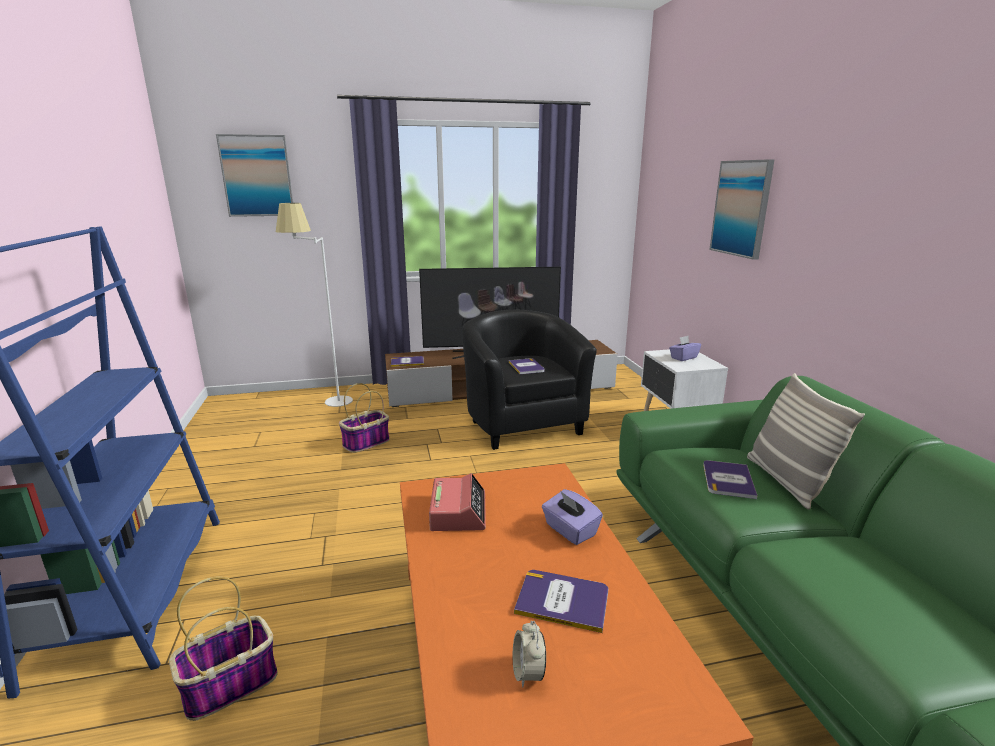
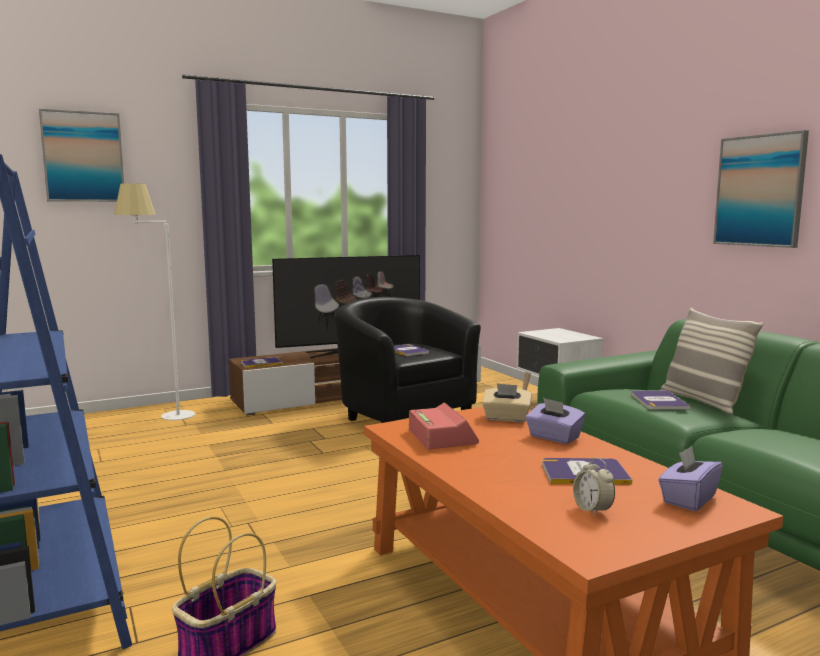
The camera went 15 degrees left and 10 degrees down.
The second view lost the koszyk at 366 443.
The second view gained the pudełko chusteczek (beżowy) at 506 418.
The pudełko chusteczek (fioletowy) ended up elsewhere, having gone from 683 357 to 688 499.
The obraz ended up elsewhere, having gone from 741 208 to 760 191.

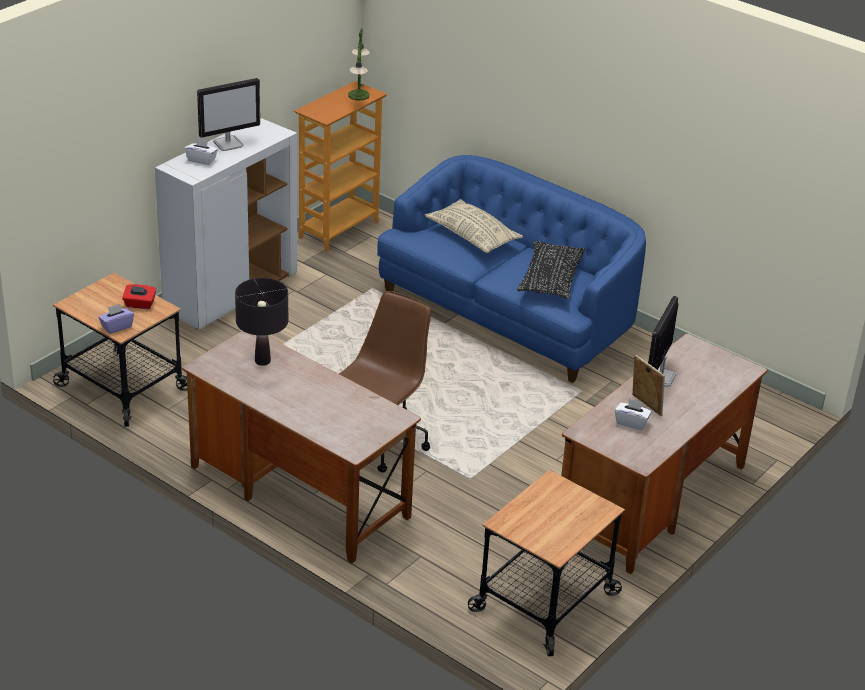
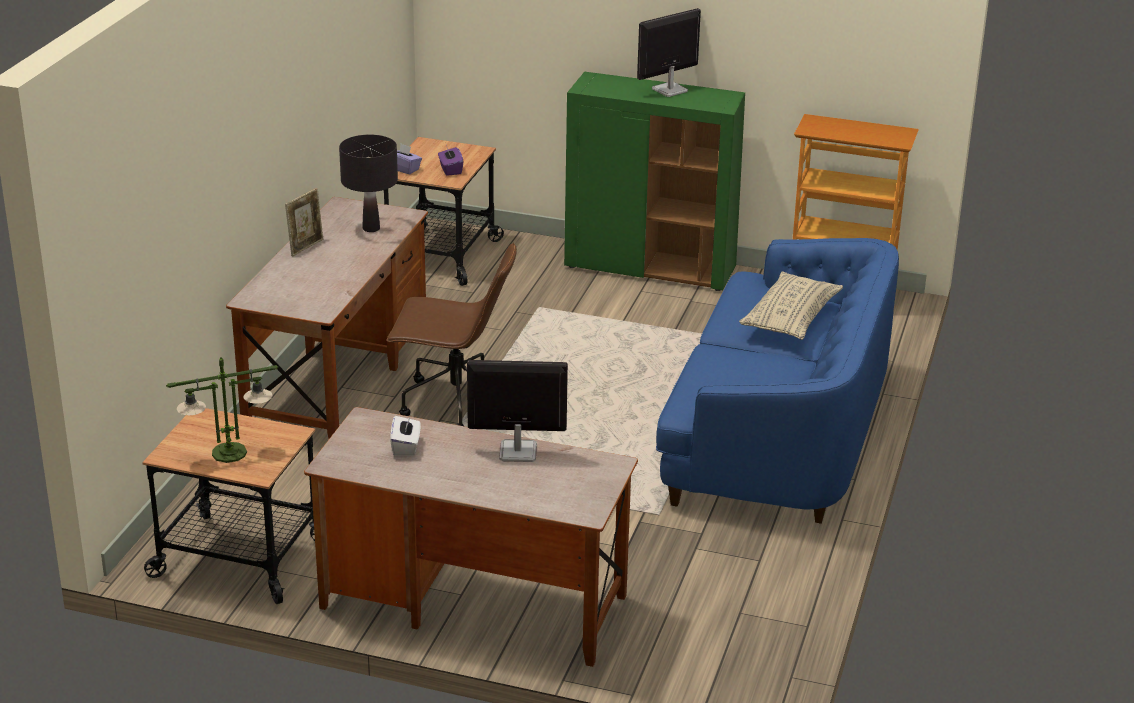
The camera went 70 degrees right and 5 degrees down.
The second view lost the pudełko chusteczek (biały) at 201 160.
The second view lost the poduszka (czarny) at 550 279.
The lampa stołowa ended up elsewhere, having gone from 358 95 to 228 453.
The ramka na zdjęcie ended up elsewhere, having gone from 645 405 to 306 247.
What was the pudełko chusteczek (czerwony) at 139 304 turned into the pudełko chusteczek (fioletowy) at 450 170.
What was the szafka (biały) at 231 293 turned into the szafka (zielony) at 651 268.
The monitor at 228 144 ended up facing another way, 105 degrees clockwise from before.

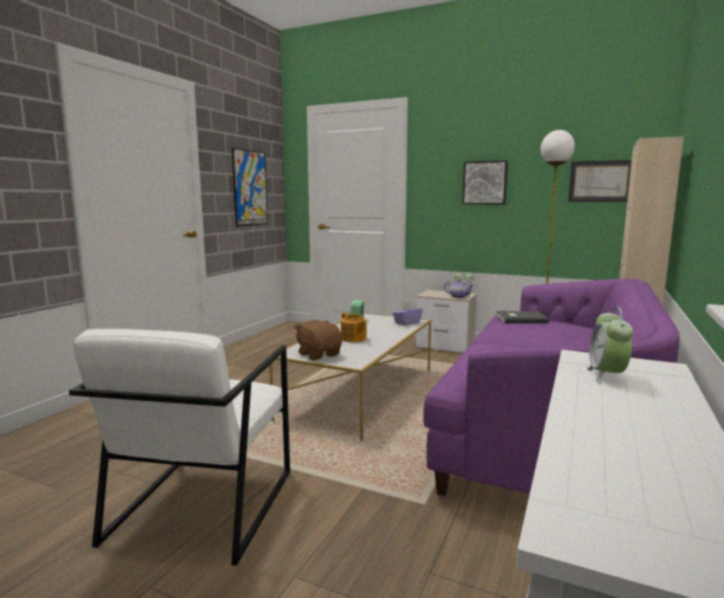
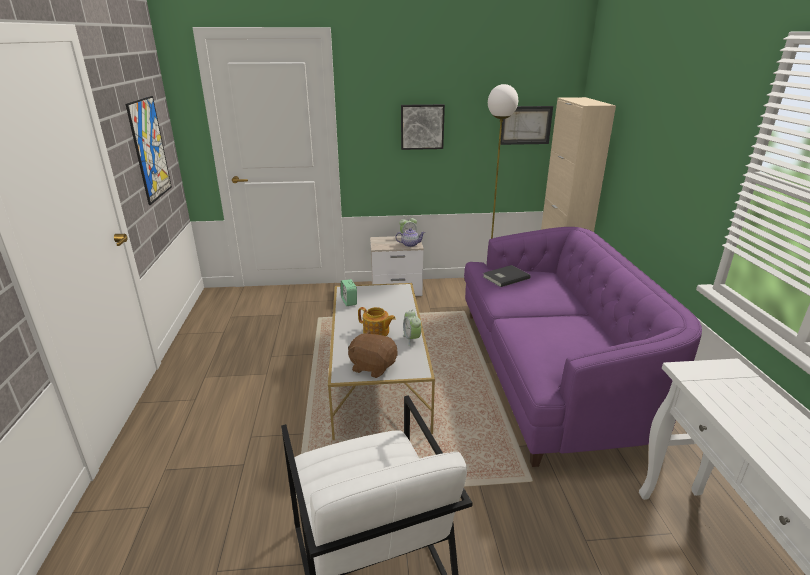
The camera went 30 degrees left and 15 degrees up.
The second view lost the pudełko chusteczek (fioletowy) at 407 322.
The budzik ended up elsewhere, having gone from 606 376 to 411 339.

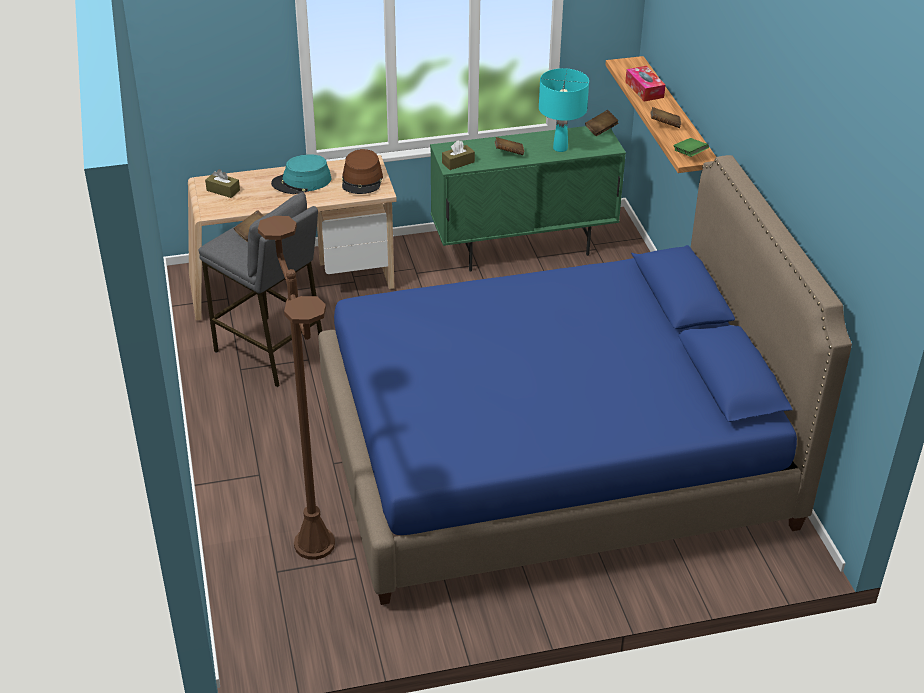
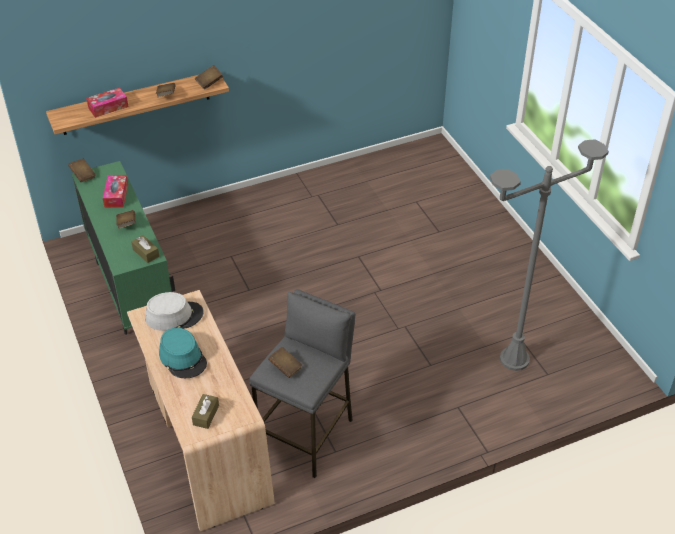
The camera went 100 degrees left and 5 degrees up.
The second view lost the łóżko (niebieski) at 552 459.
Where the lampa stołowa (turkusowy) stood at 560 148, the pudełko chusteczek came to stand at 116 195.
What was the lampa stojąca (brązowy) at 314 544 turned into the lampa stojąca (szary) at 514 359.
What was the kapelusz (brązowy) at 362 180 turned into the kapelusz (szary) at 174 316.
What was the książka (zielony) at 689 154 turned into the książka (brązowy) at 209 83.

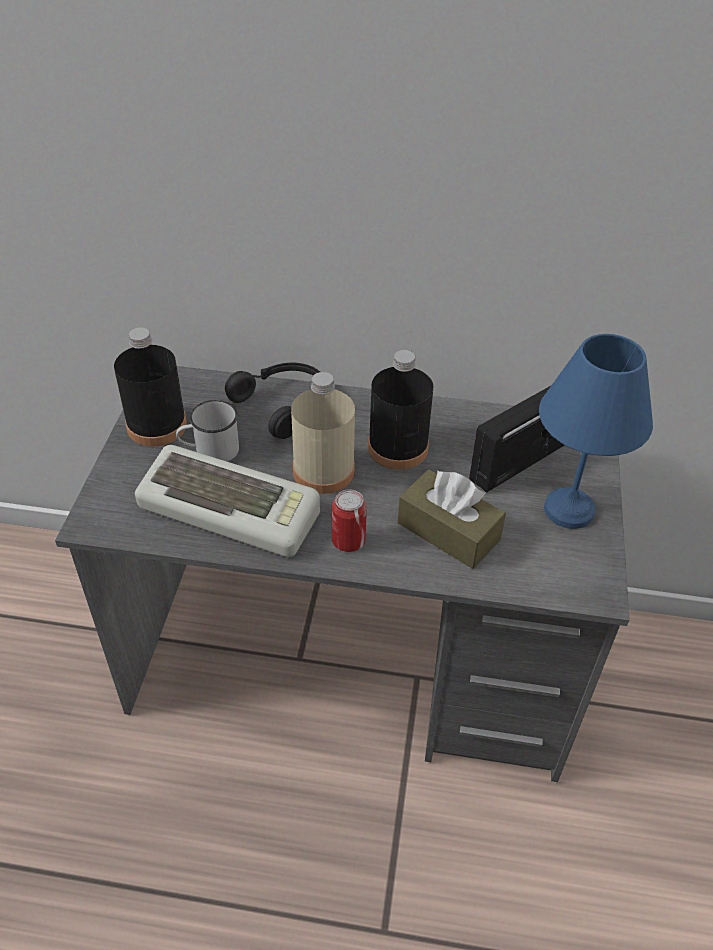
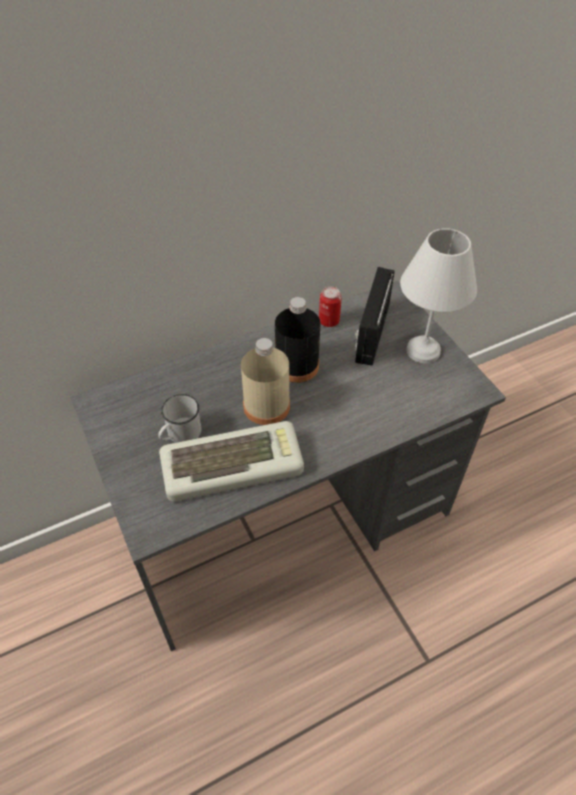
The camera went 35 degrees left and 5 degrees up.
The second view lost the butelka (czarny) at 157 425.
The second view lost the słuchawki (czarny) at 284 405.
The second view lost the pudełko chusteczek (brązowy) at 448 531.
The puszka ended up elsewhere, having gone from 348 541 to 329 321.
What was the lampa stołowa (niebieski) at 571 509 turned into the lampa stołowa (biały) at 423 349.

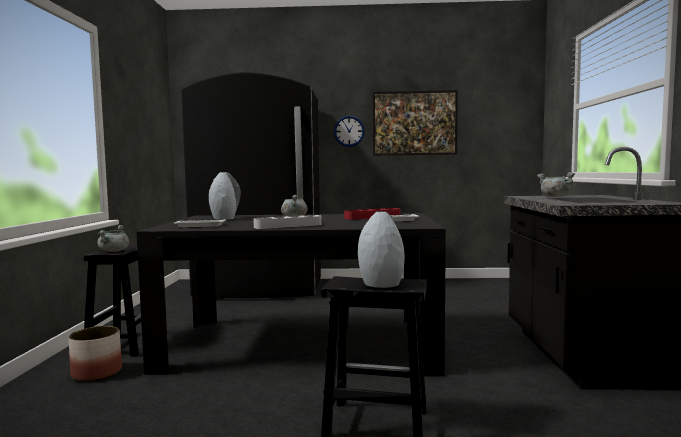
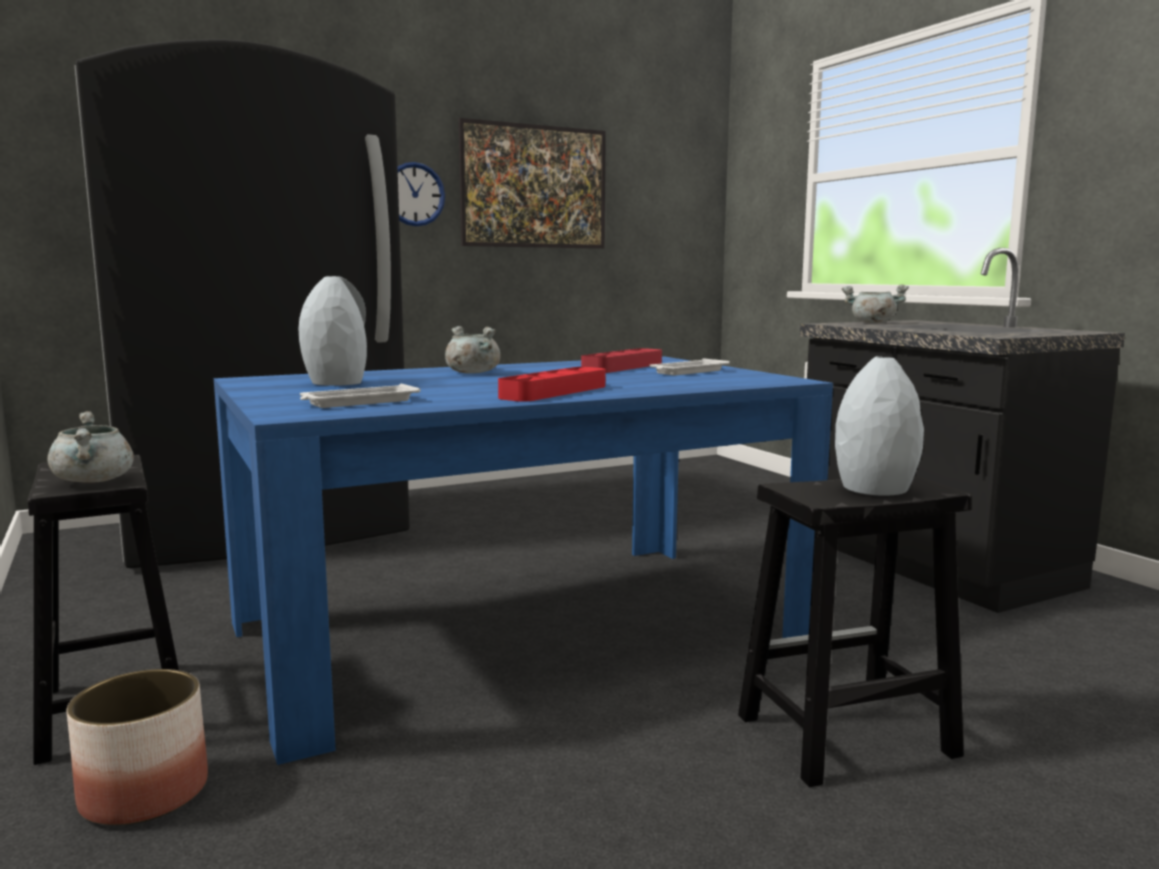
The camera went 30 degrees left and 5 degrees up.
What was the stół jadalny (czarny) at 301 344 turned into the stół jadalny (niebieski) at 521 627.
What was the taca (szary) at 288 226 turned into the taca (czerwony) at 554 392.

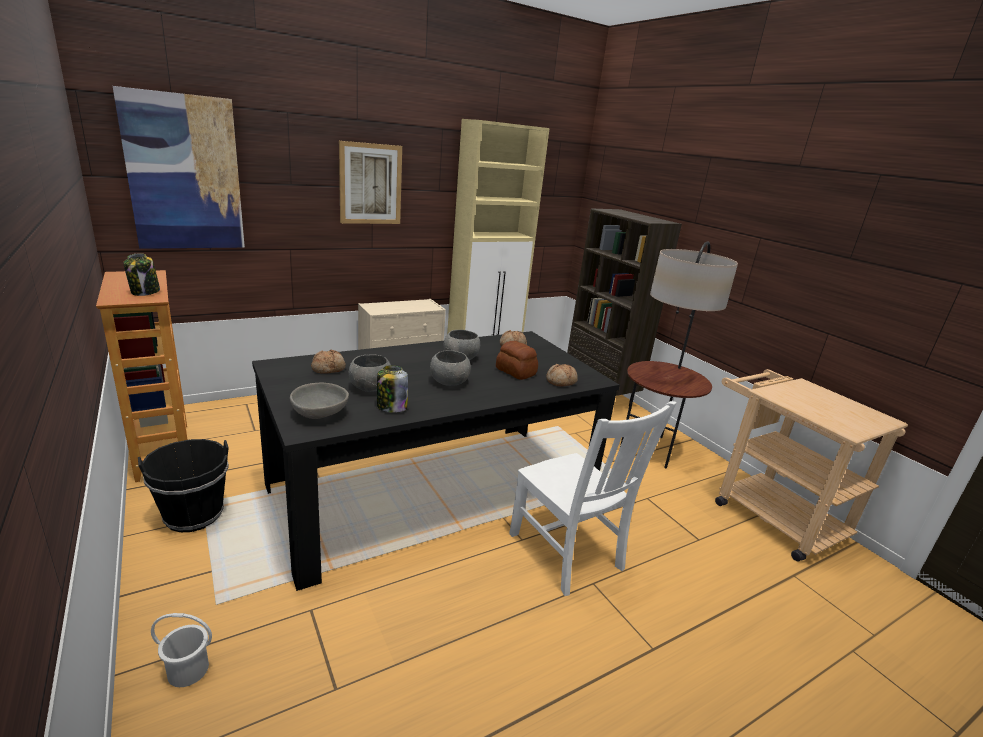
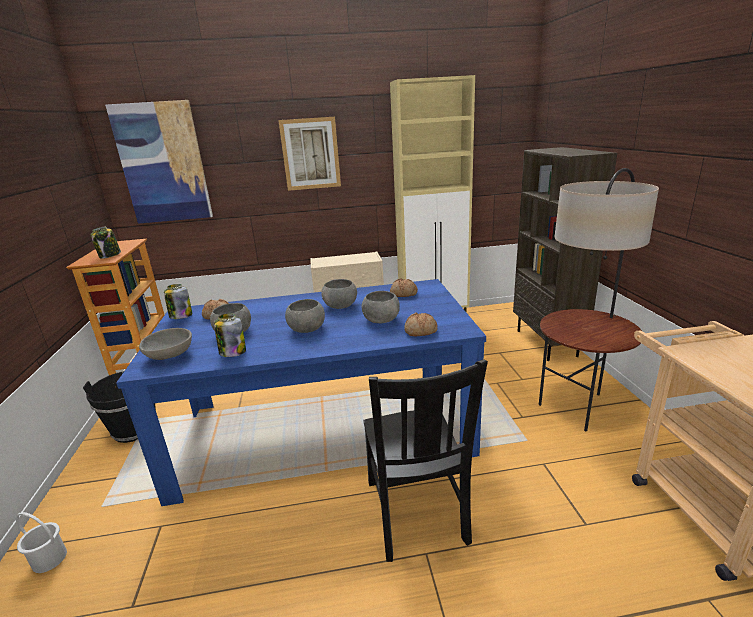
The camera went 25 degrees right and 0 degrees up.
The second view gained the słoik at 180 316.
Where the chleb stood at 515 372, the miska (szary) came to stand at 381 320.
What was the stół jadalny (czarny) at 433 491 turned into the stół jadalny (niebieski) at 323 430.
What was the krzesło (biały) at 568 553 turned into the krzesło (czarny) at 416 514.

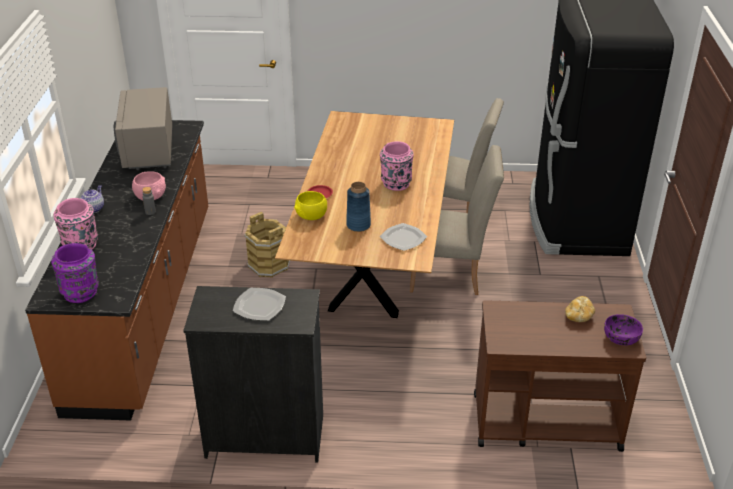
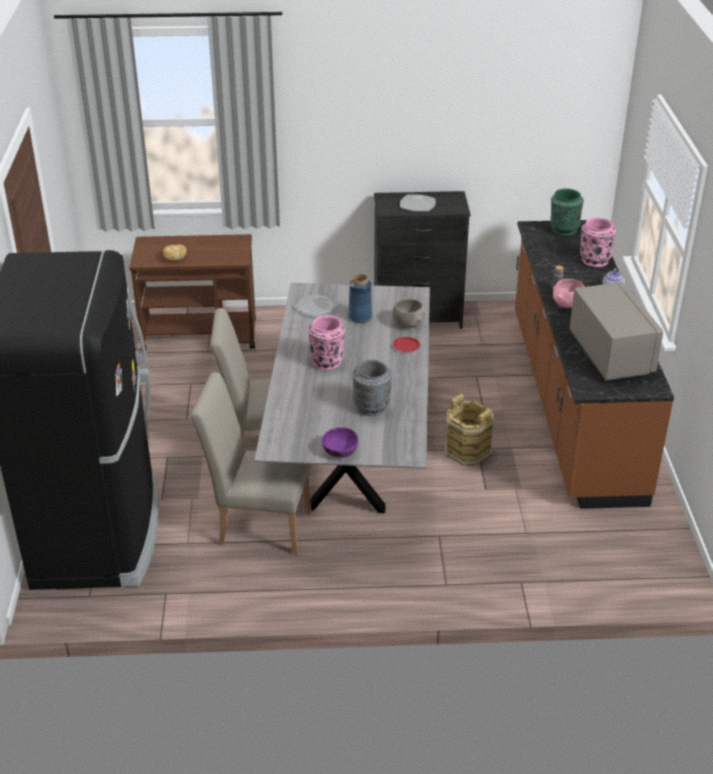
The camera went 175 degrees right and 0 degrees up.
The second view gained the wazon (szary) at 371 407.
The miska (fioletowy) ended up elsewhere, having gone from 621 338 to 339 451.
What was the wazon (fioletowy) at 81 293 turned into the wazon (zielony) at 563 230.
What was the stół jadalny (brązowy) at 374 266 turned into the stół jadalny (szary) at 351 456.
What was the miska (żółty) at 311 216 turned into the miska (szary) at 408 323.

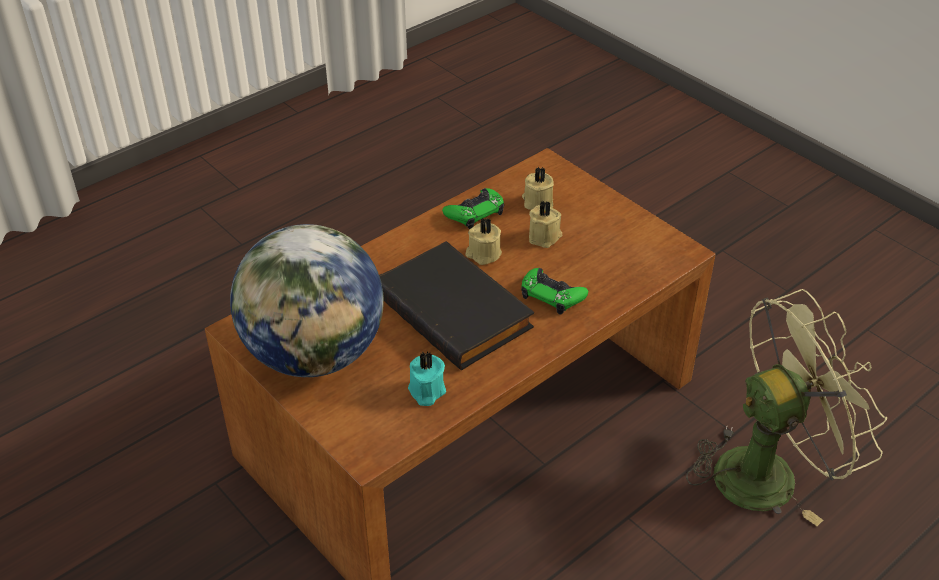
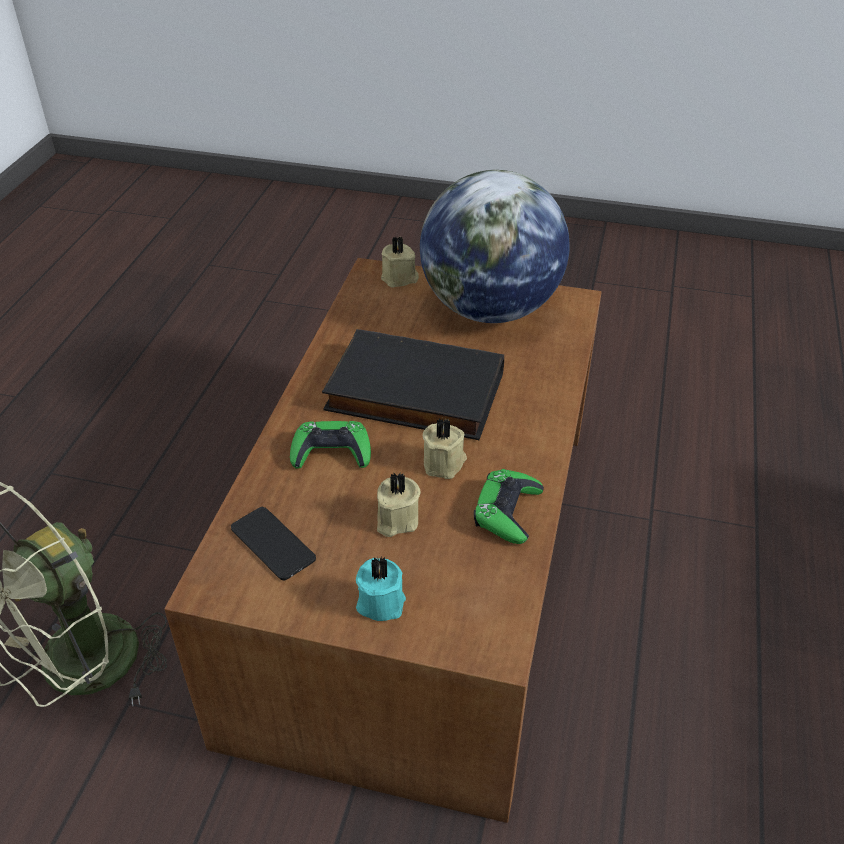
The camera went 145 degrees right and 0 degrees up.
The second view gained the telefon at 273 544.
The świeca (turkusowy) ended up elsewhere, having gone from 426 391 to 380 601.
The świeca (beżowy) ended up elsewhere, having gone from 537 202 to 400 278.

